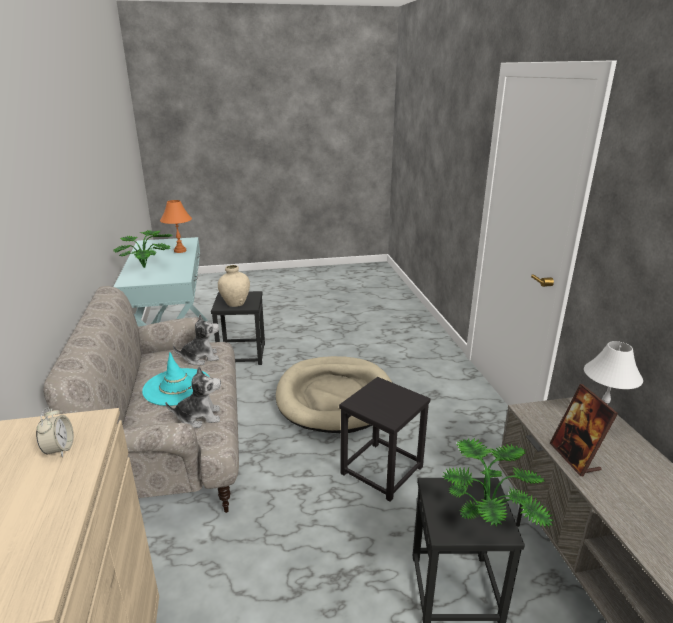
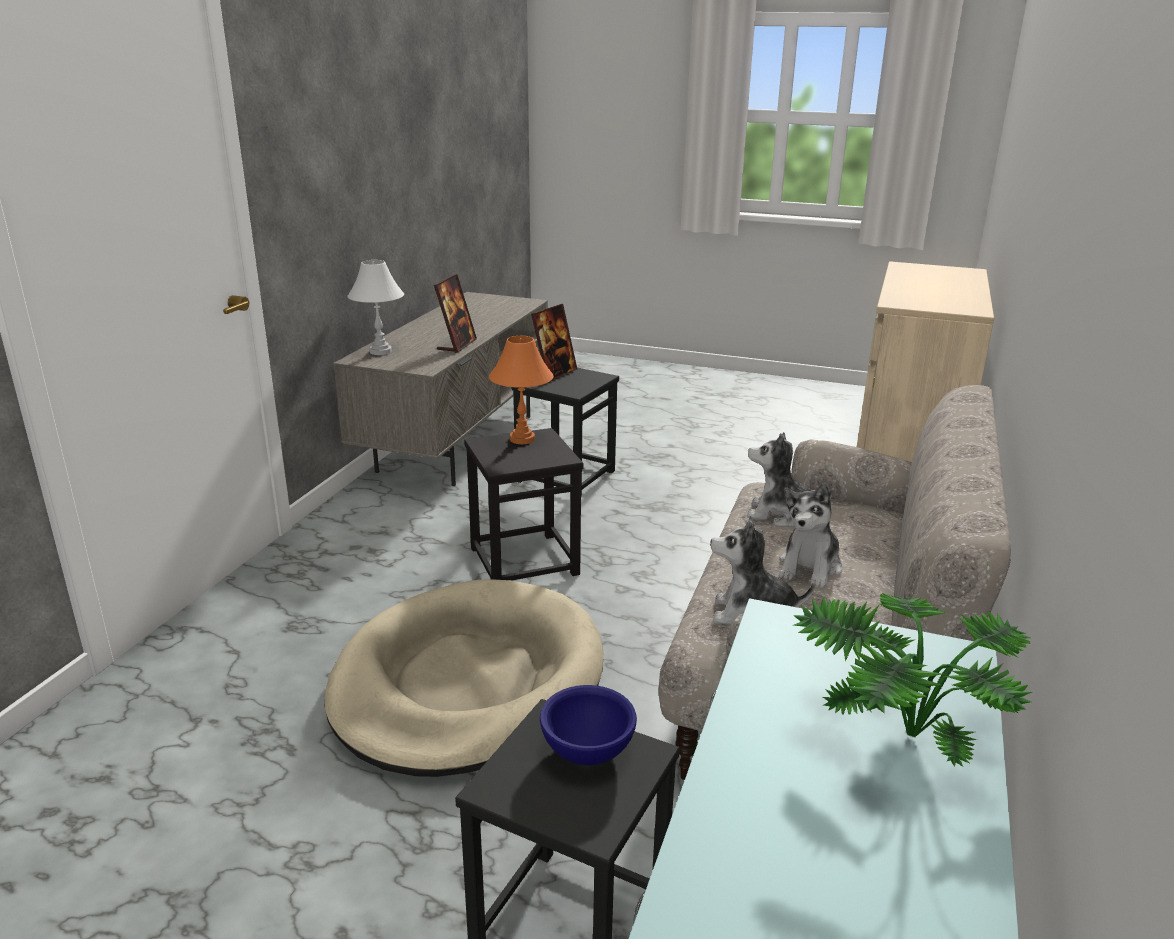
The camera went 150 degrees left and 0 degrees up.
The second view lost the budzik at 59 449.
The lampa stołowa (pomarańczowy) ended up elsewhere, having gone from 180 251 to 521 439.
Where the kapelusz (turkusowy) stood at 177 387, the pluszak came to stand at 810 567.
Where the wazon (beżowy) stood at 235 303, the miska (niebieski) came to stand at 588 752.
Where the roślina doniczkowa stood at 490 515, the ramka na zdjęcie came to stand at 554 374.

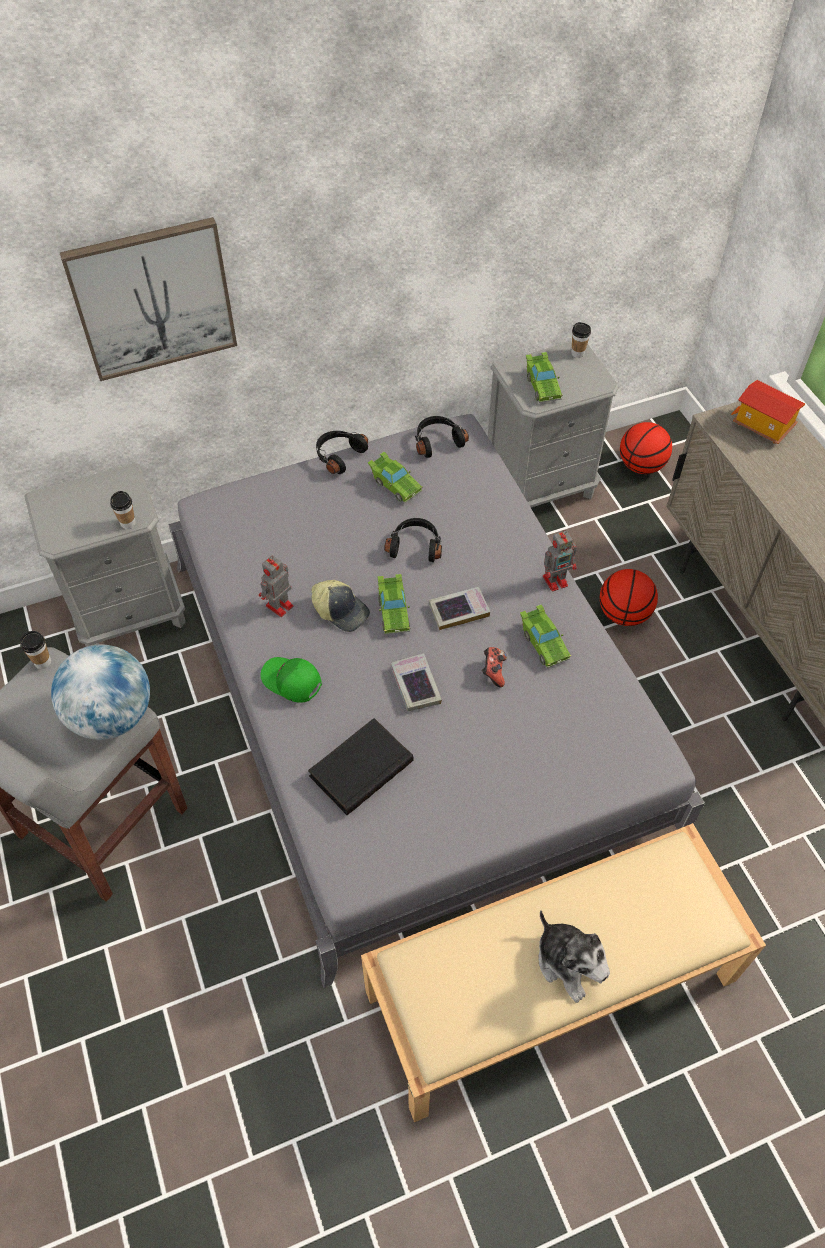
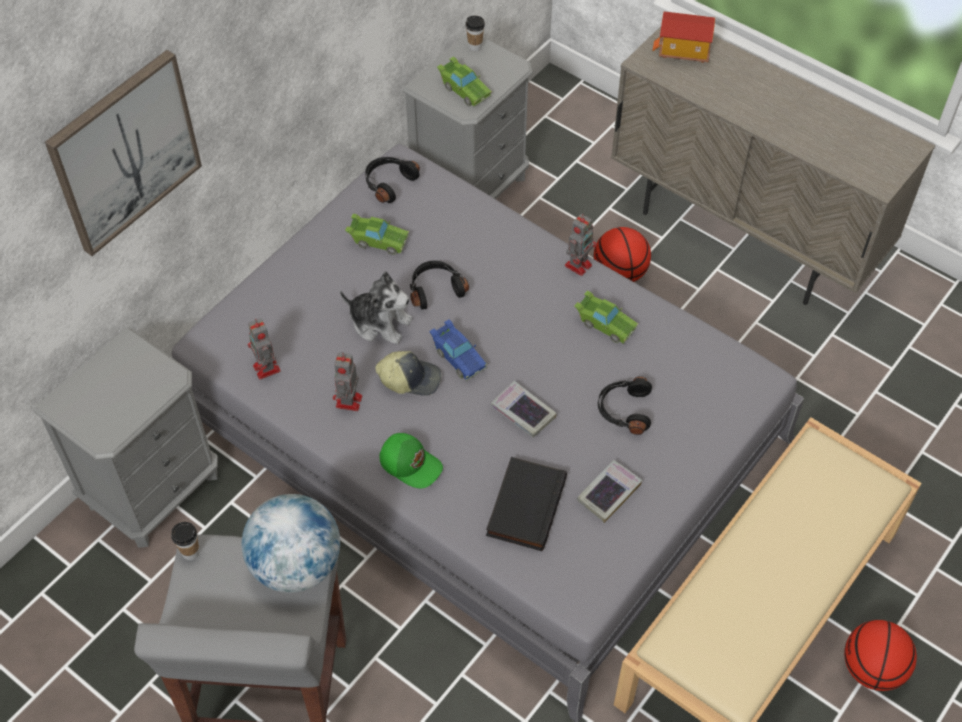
The camera went 30 degrees left and 0 degrees up.
The second view lost the filiżanka at 128 523.
The second view lost the pad do gier at 493 671.
The second view gained the robot zabawkowy at 267 369.
The słuchawki (czarny) ended up elsewhere, having gone from 338 455 to 623 410.
The książka ended up elsewhere, having gone from 459 611 to 608 493.
The pluszak ended up elsewhere, having gone from 569 962 to 380 322.
The piłka do koszykówki ended up elsewhere, having gone from 641 466 to 872 669.
What was the samochodzik (zielony) at 393 611 turned into the samochodzik (niebieski) at 458 357.
The czapka z daszkiem (zielony) at 291 682 ended up facing another way, 150 degrees counterclockwise from before.

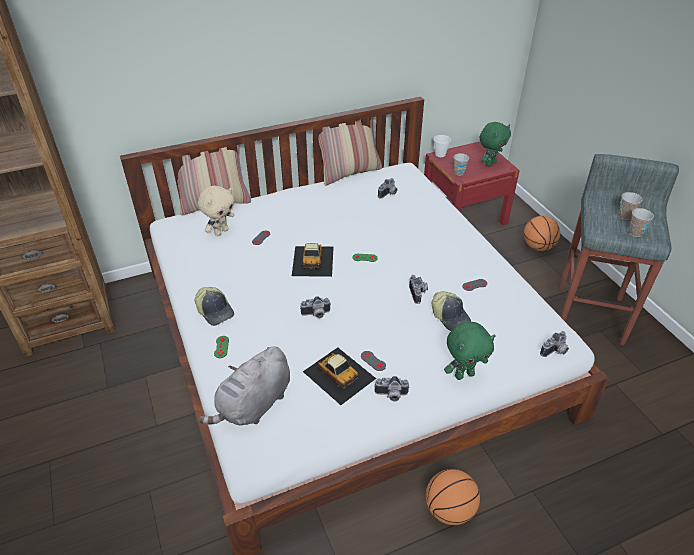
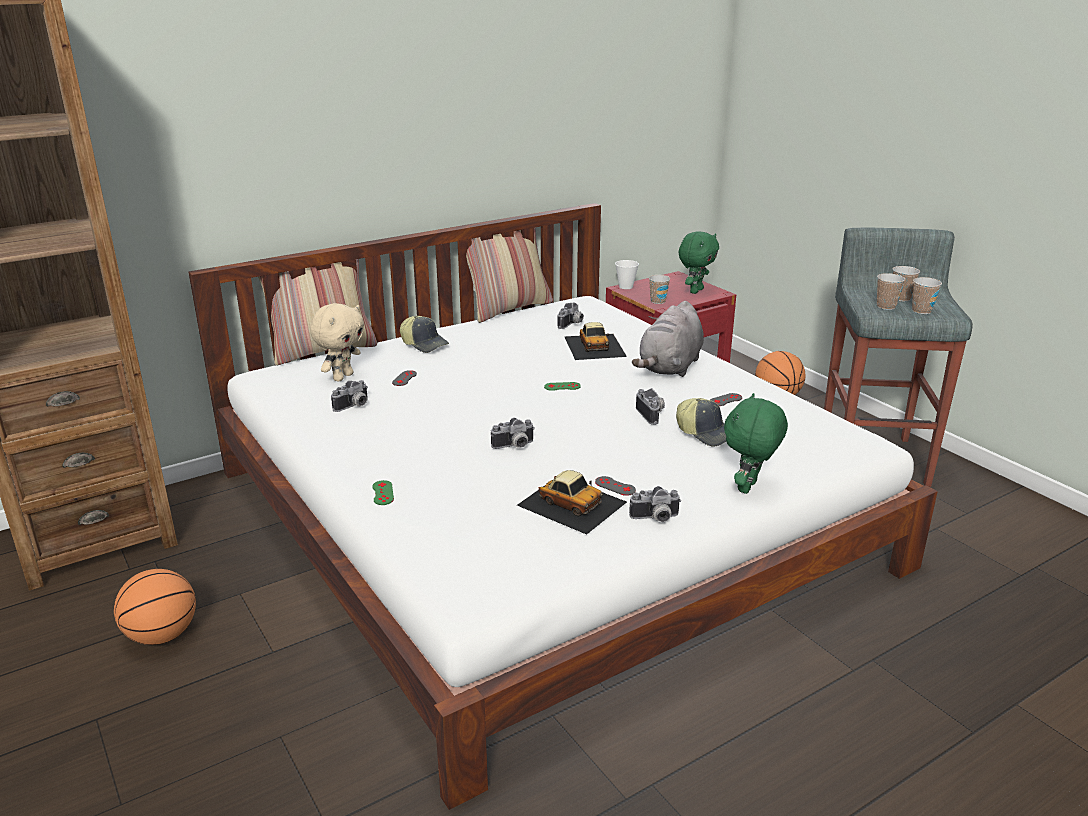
The camera went 10 degrees left and 15 degrees down.
The second view gained the filiżanka at 886 307.
The czapka z daszkiem ended up elsewhere, having gone from 215 311 to 424 344.
The pluszak (szary) ended up elsewhere, having gone from 253 405 to 670 367.
The samochodzik ended up elsewhere, having gone from 313 260 to 595 346.
The piłka do koszykówki ended up elsewhere, having gone from 449 510 to 162 635.
The aparat fotograficzny ended up elsewhere, having gone from 555 351 to 354 406.
The pluszak (zielony) at 464 374 ended up facing another way, 150 degrees clockwise from before.

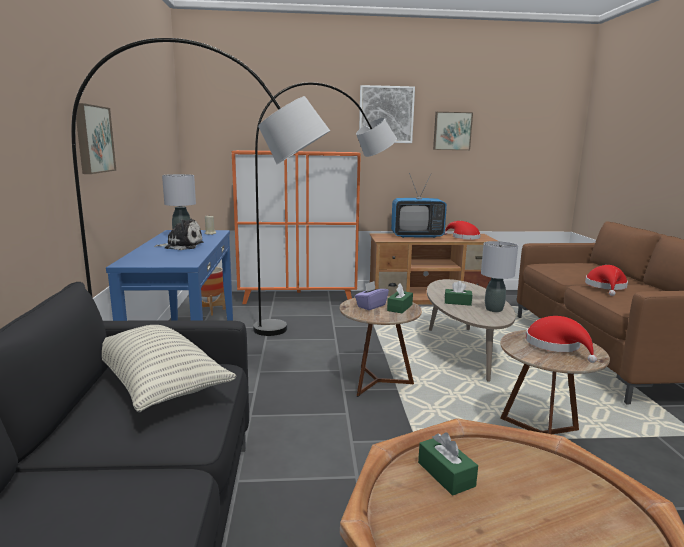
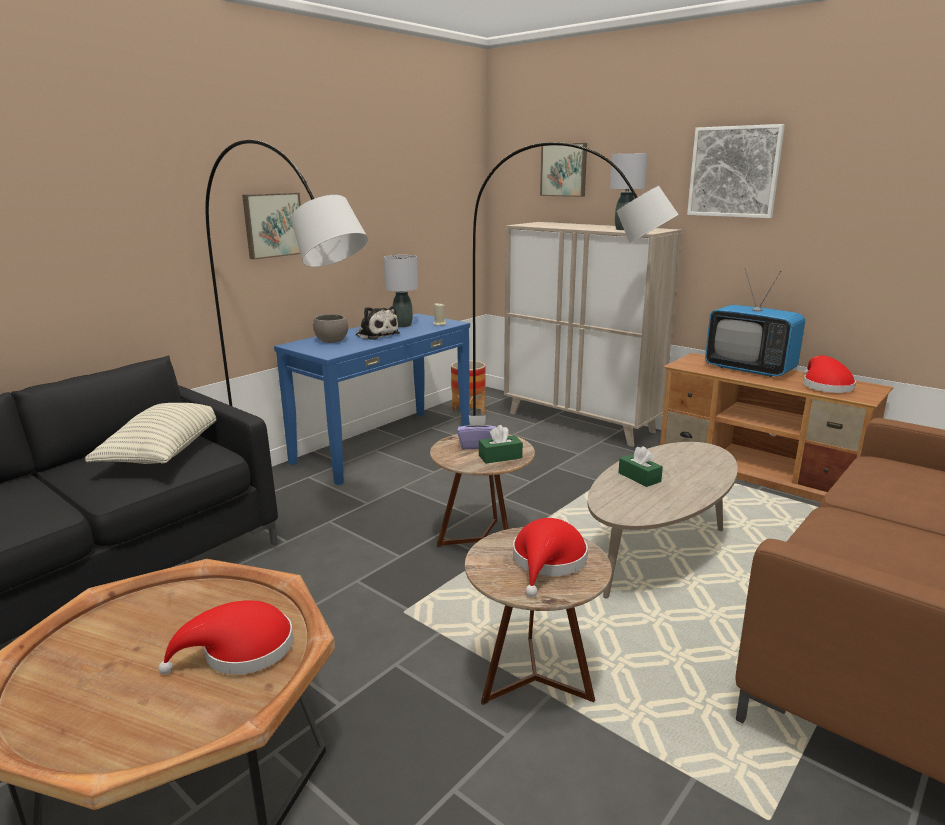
The camera went 45 degrees right and 5 degrees up.
The second view lost the pudełko chusteczek (zielony) at 446 474.
The second view gained the miska (szary) at 331 340.
The obraz ended up elsewhere, having gone from 452 131 to 564 170.
The lampa stołowa (szary) ended up elsewhere, having gone from 494 309 to 624 229.
The kapelusz (czerwony) ended up elsewhere, having gone from 606 287 to 241 651.
What was the szafka (pomarańczowy) at 298 298 turned into the szafka (beżowy) at 580 422.

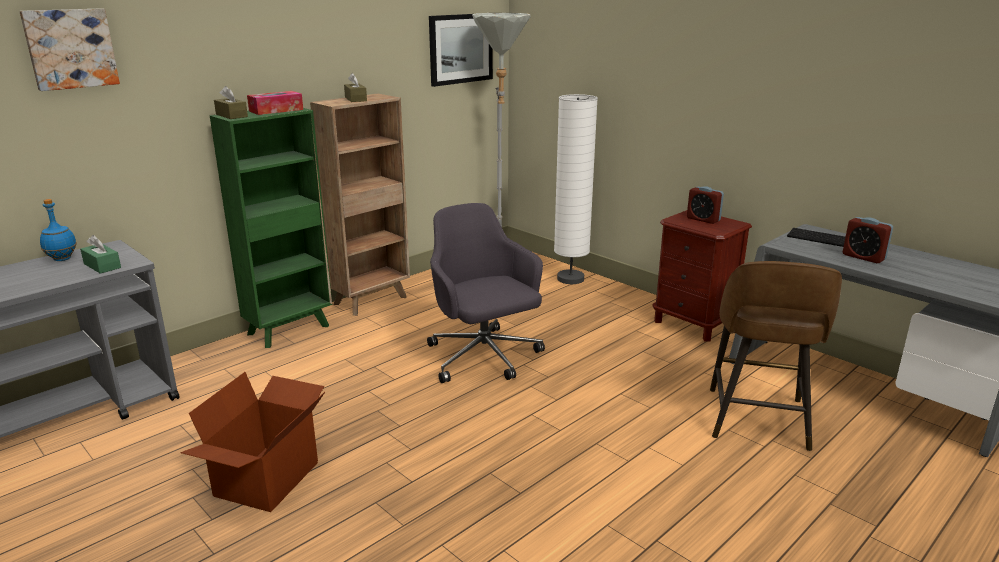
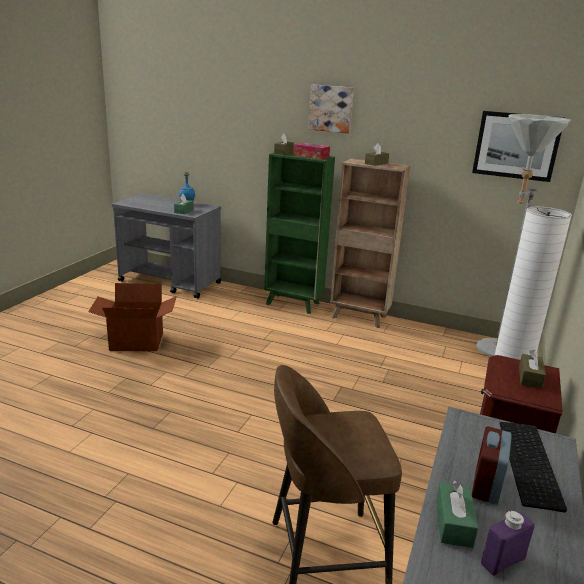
The camera went 65 degrees right and 0 degrees up.
The second view lost the krzesło biurowe (szary) at 484 357.
The second view gained the pudełko chusteczek (zielony) at 453 523.
The second view gained the butelka (fioletowy) at 502 561.
The obraz ended up elsewhere, having gone from 70 48 to 331 108.
Where the budzik stood at 703 219, the pudełko chusteczek (brązowy) came to stand at 530 378.

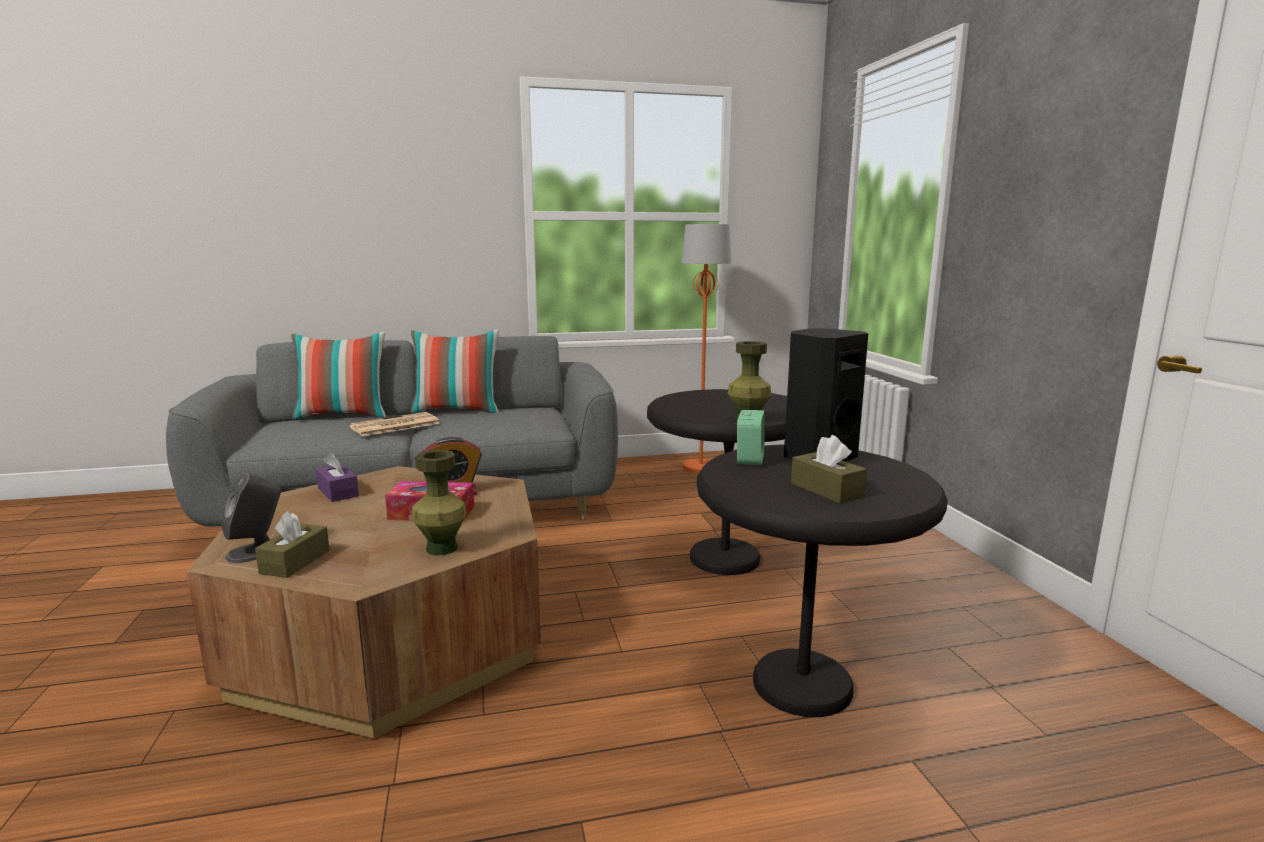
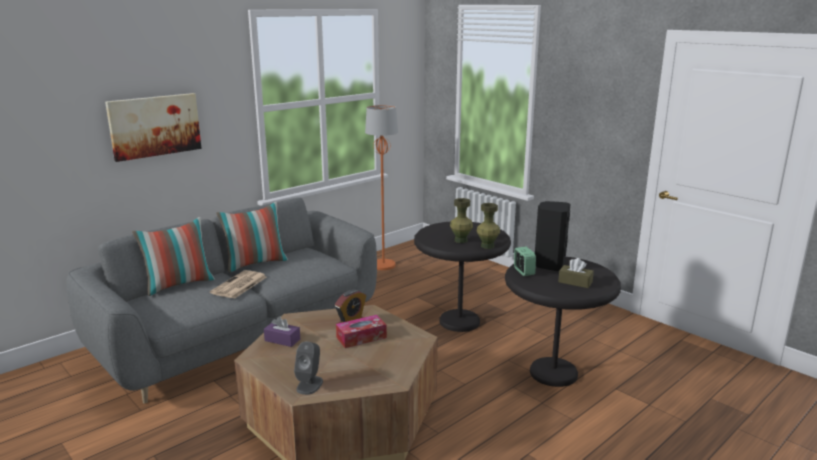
The camera went 30 degrees left and 5 degrees up.
The second view lost the pudełko chusteczek (brązowy) at 295 562.
The second view gained the obraz at 154 126.
The wazon (zielony) ended up elsewhere, having gone from 441 548 to 460 240.

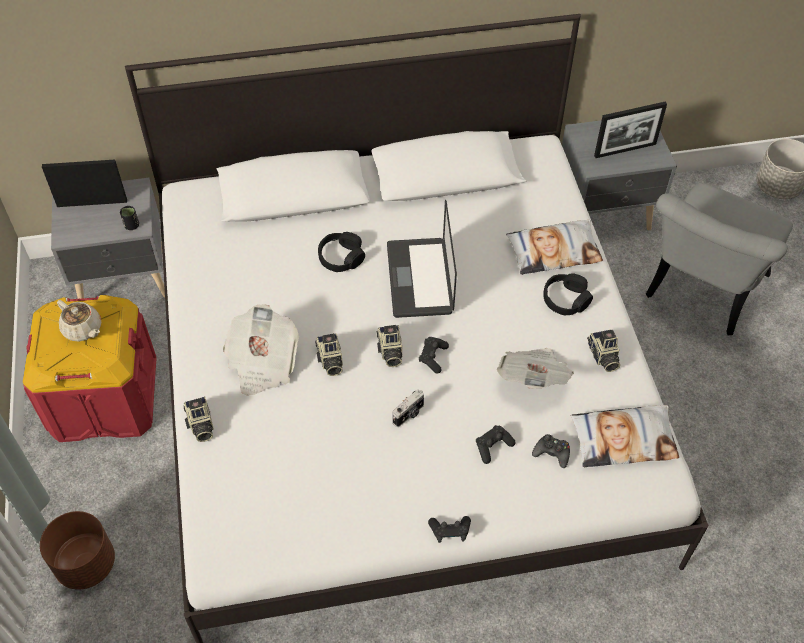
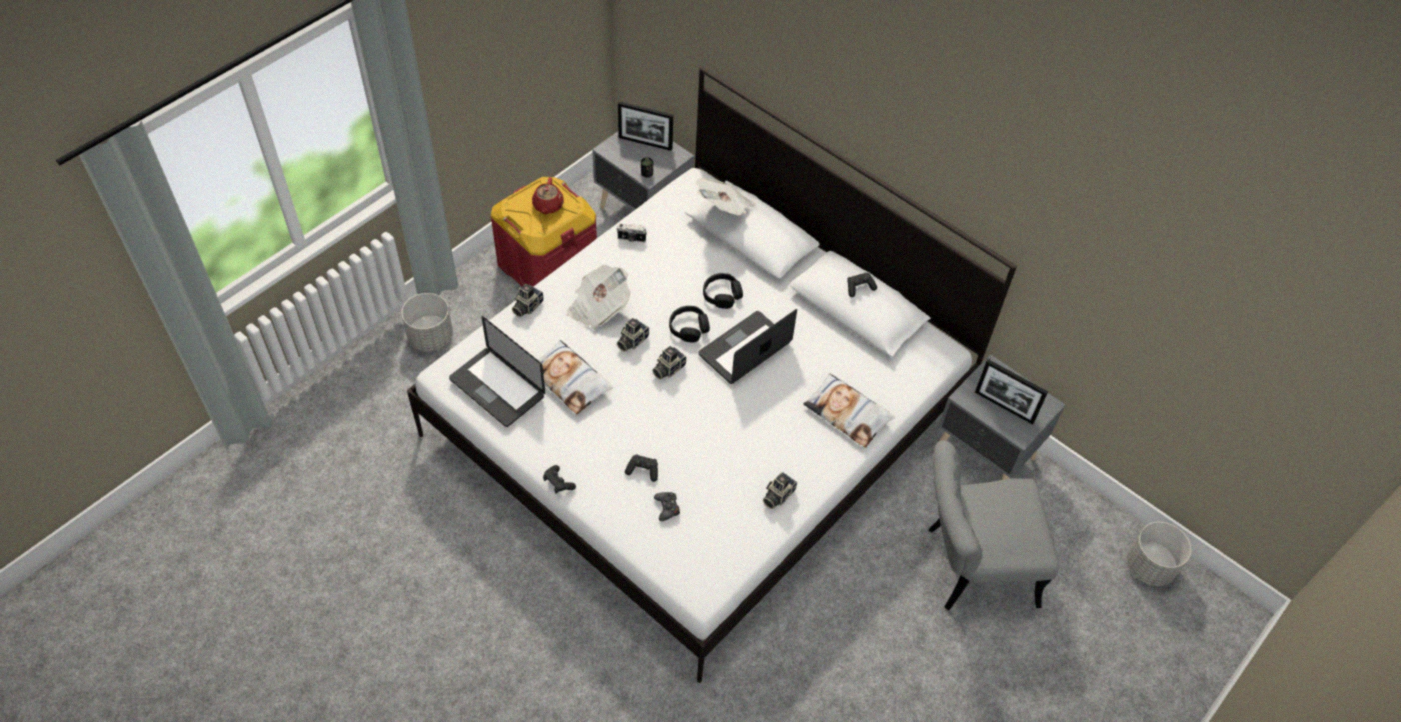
The camera went 50 degrees right and 0 degrees up.
The second view gained the laptop at 497 388.
The aparat fotograficzny ended up elsewhere, having gone from 409 414 to 631 239.
The pad do gier (czarny) ended up elsewhere, having gone from 433 357 to 859 288.
The gazeta ended up elsewhere, having gone from 533 378 to 725 208.
The słuchawki (czarny) ended up elsewhere, having gone from 566 299 to 689 328.
The poduszka ended up elsewhere, having gone from 623 439 to 570 381.
What was the donica (brązowy) at 85 564 turned into the donica (szary) at 430 337.
What was the imbryk (beżowy) at 83 329 turned into the imbryk (czerwony) at 548 206.
The ramka na zdjęcie at 92 203 ended up facing another way, 150 degrees clockwise from before.

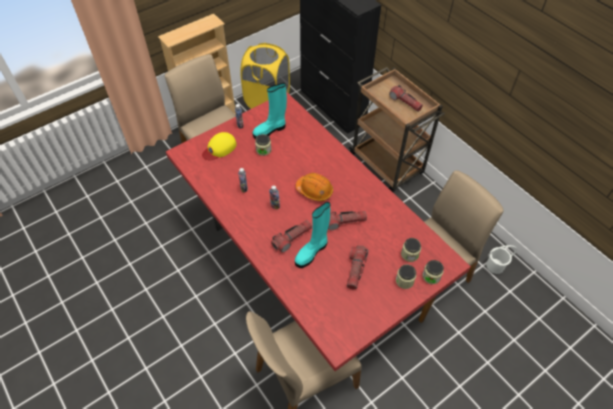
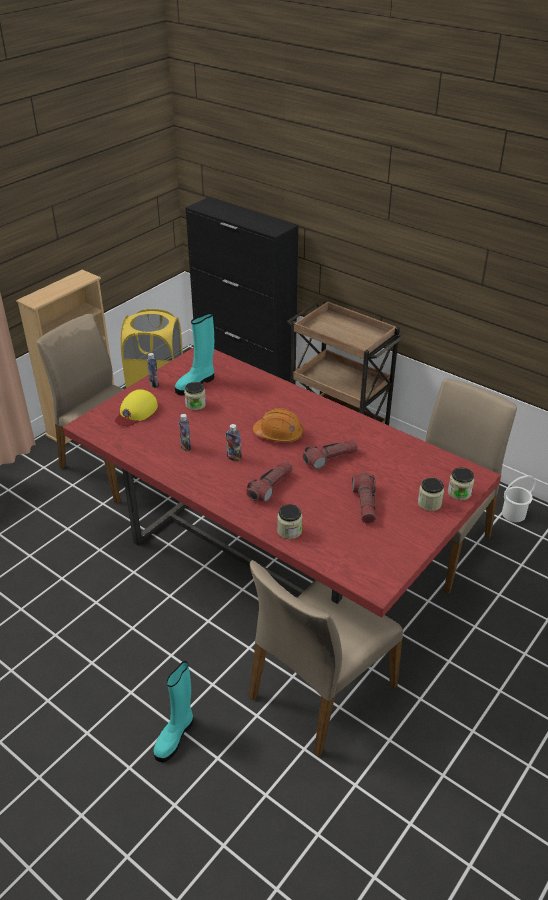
The camera went 15 degrees left and 15 degrees down.
The second view lost the latarka at 405 102.
The but z cholewką (turkusowy) ended up elsewhere, having gone from 312 252 to 175 736.
The słoik ended up elsewhere, having gone from 409 254 to 289 531.

